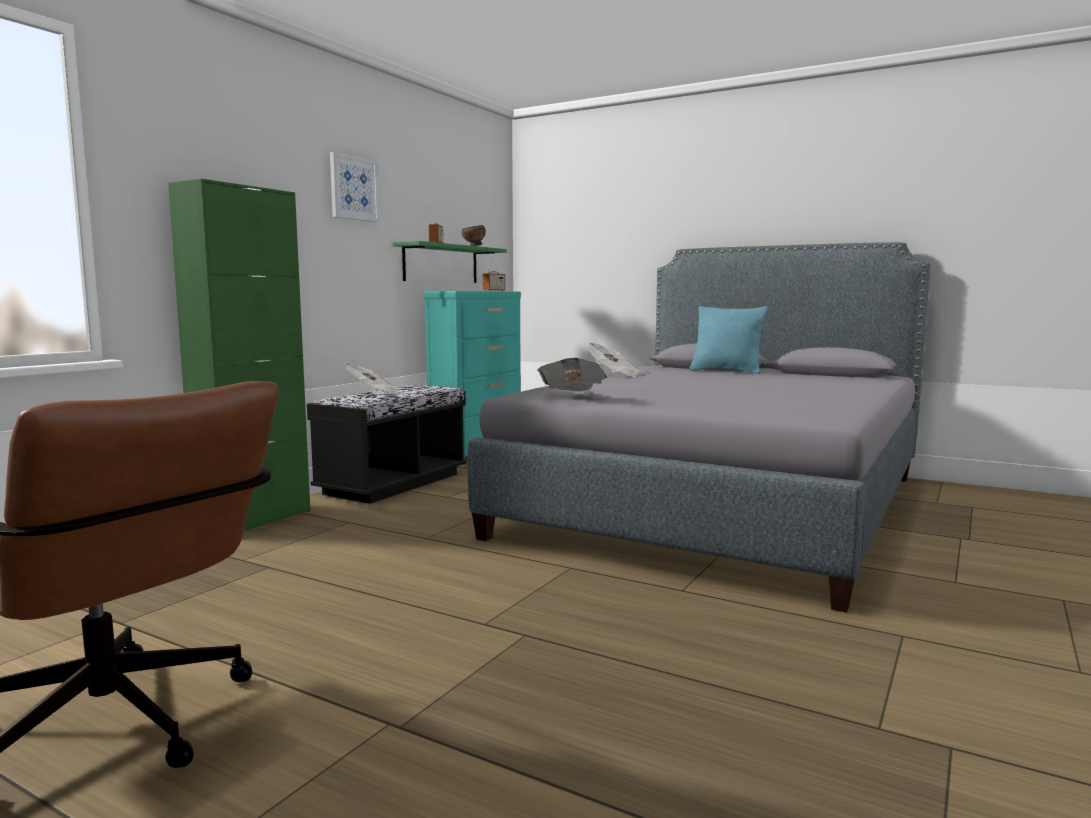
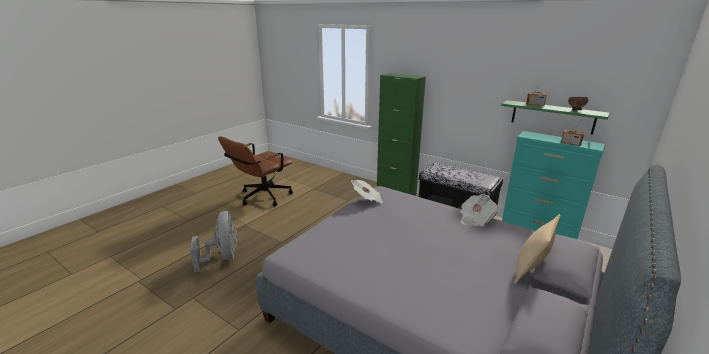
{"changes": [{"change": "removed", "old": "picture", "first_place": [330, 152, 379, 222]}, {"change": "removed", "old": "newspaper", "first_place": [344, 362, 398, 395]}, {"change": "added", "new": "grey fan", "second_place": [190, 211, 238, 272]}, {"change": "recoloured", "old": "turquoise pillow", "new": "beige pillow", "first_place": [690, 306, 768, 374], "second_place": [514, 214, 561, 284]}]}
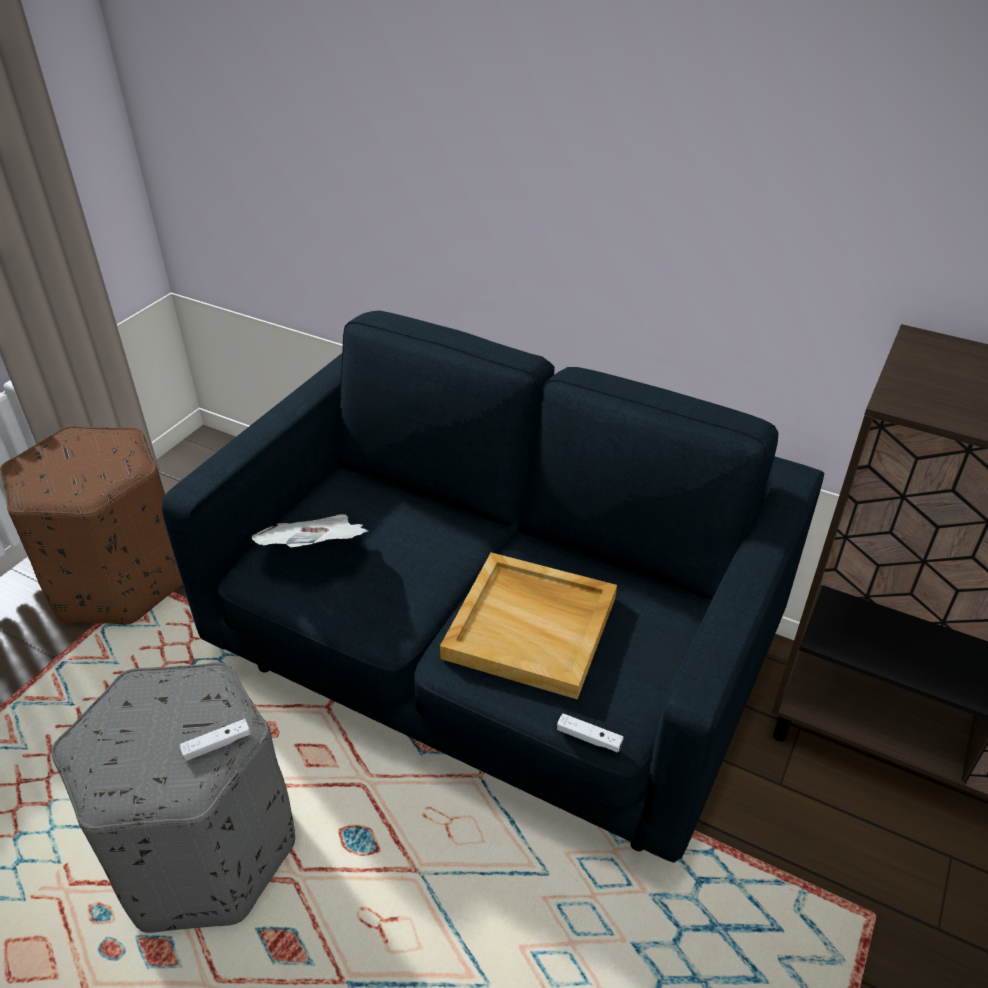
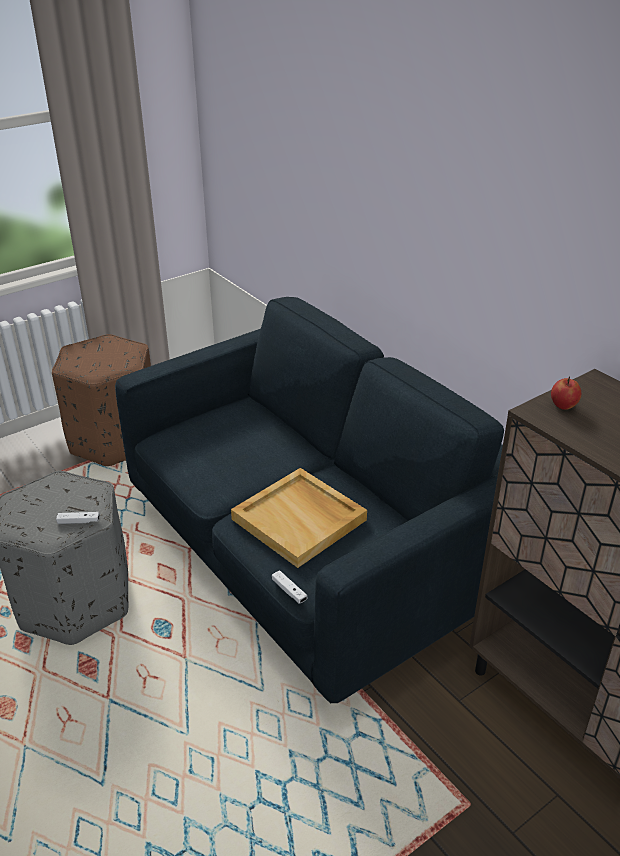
{"changes": [{"change": "removed", "old": "newspaper", "first_place": [251, 514, 369, 547]}, {"change": "added", "new": "apple", "second_place": [551, 376, 581, 410]}]}
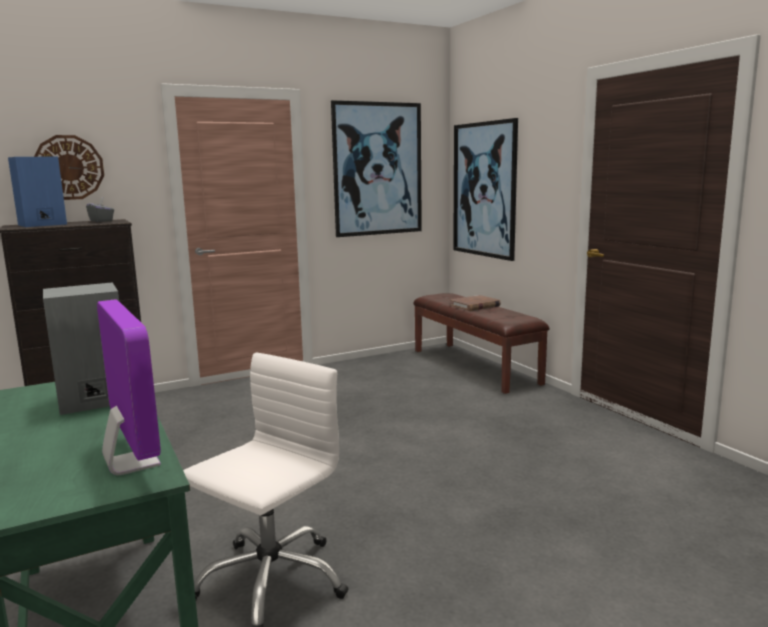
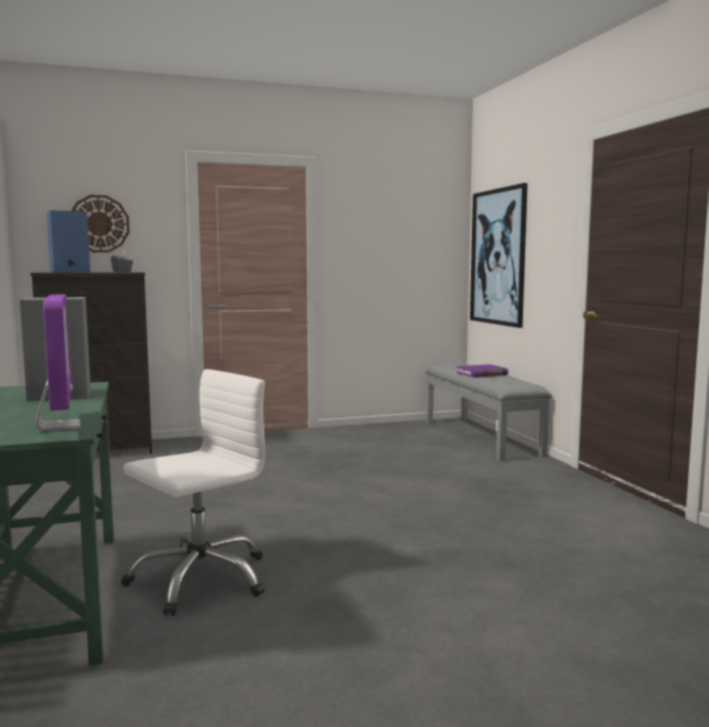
{"changes": [{"change": "removed", "old": "picture", "first_place": [331, 100, 422, 237]}, {"change": "recoloured", "old": "brown bench", "new": "grey bench", "first_place": [413, 293, 549, 394], "second_place": [426, 364, 551, 461]}, {"change": "recoloured", "old": "brown book", "new": "purple book", "first_place": [450, 295, 501, 311], "second_place": [457, 364, 509, 377]}]}
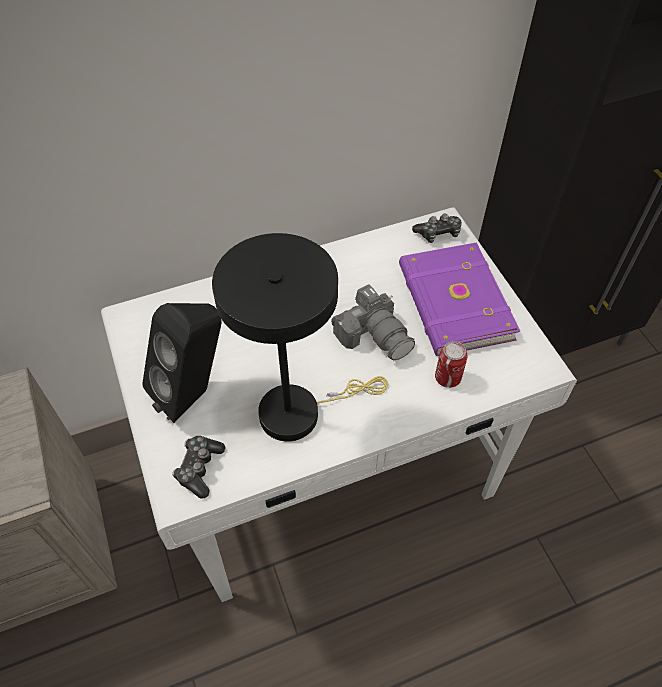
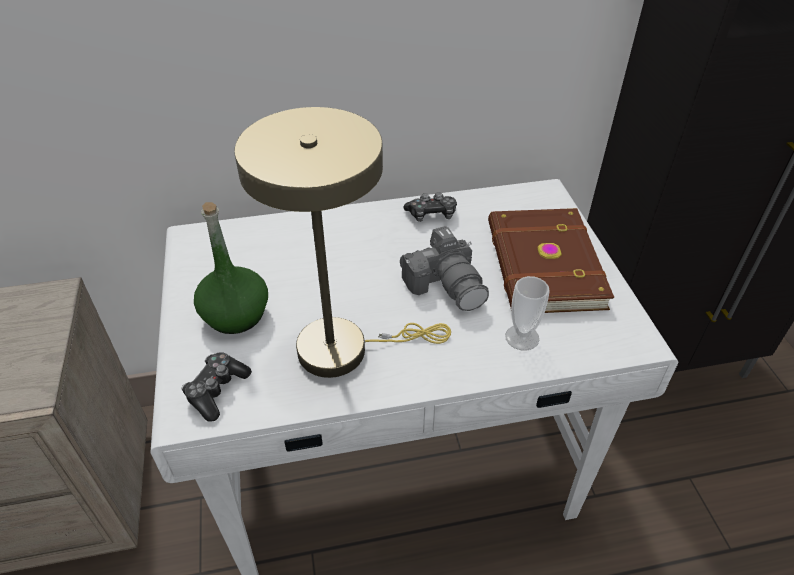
{"changes": [{"change": "moved", "old": "game controller", "first_place": [412, 214, 462, 243], "second_place": [404, 192, 457, 222]}, {"change": "replaced", "old": "black speaker", "new": "green bottle", "first_place": [142, 303, 222, 423], "second_place": [194, 202, 268, 334]}, {"change": "replaced", "old": "can", "new": "cup", "first_place": [435, 341, 468, 388], "second_place": [505, 276, 550, 351]}, {"change": "recoloured", "old": "black table lamp", "new": "beige table lamp", "first_place": [212, 233, 388, 442], "second_place": [234, 107, 451, 378]}, {"change": "recoloured", "old": "purple book", "new": "brown book", "first_place": [399, 242, 520, 356], "second_place": [488, 208, 614, 313]}]}
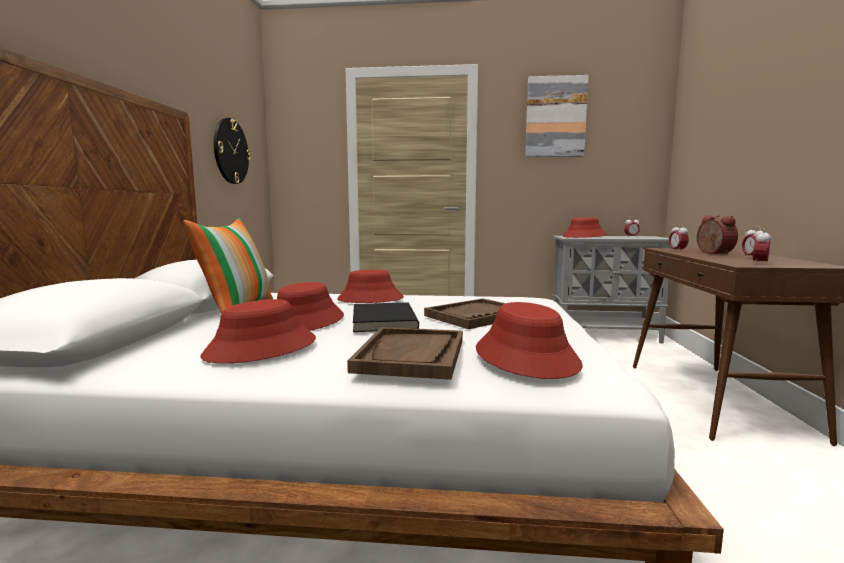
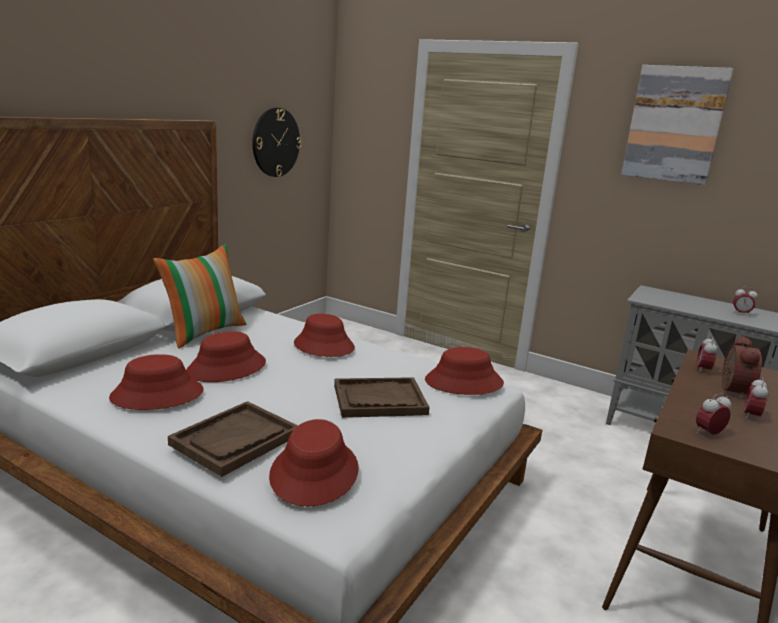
{"changes": [{"change": "removed", "old": "black book", "first_place": [353, 302, 419, 332]}, {"change": "moved", "old": "red hat", "first_place": [562, 217, 607, 238], "second_place": [425, 347, 504, 395]}]}
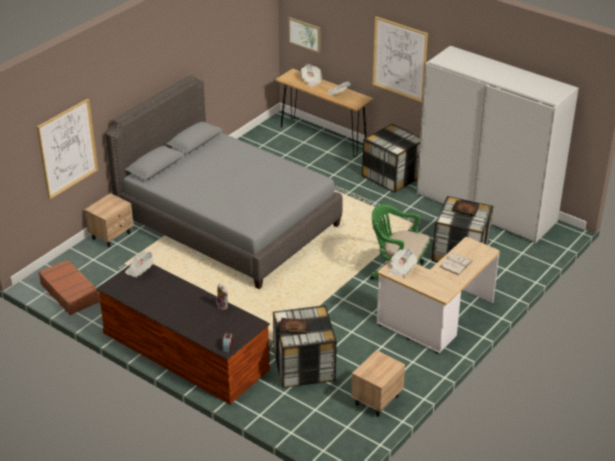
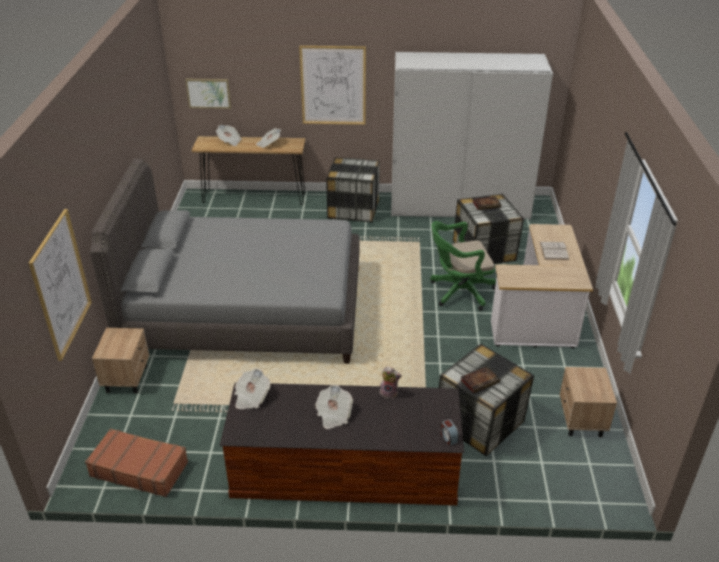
{"changes": [{"change": "moved", "old": "newspaper", "first_place": [389, 249, 417, 277], "second_place": [315, 385, 353, 429]}]}
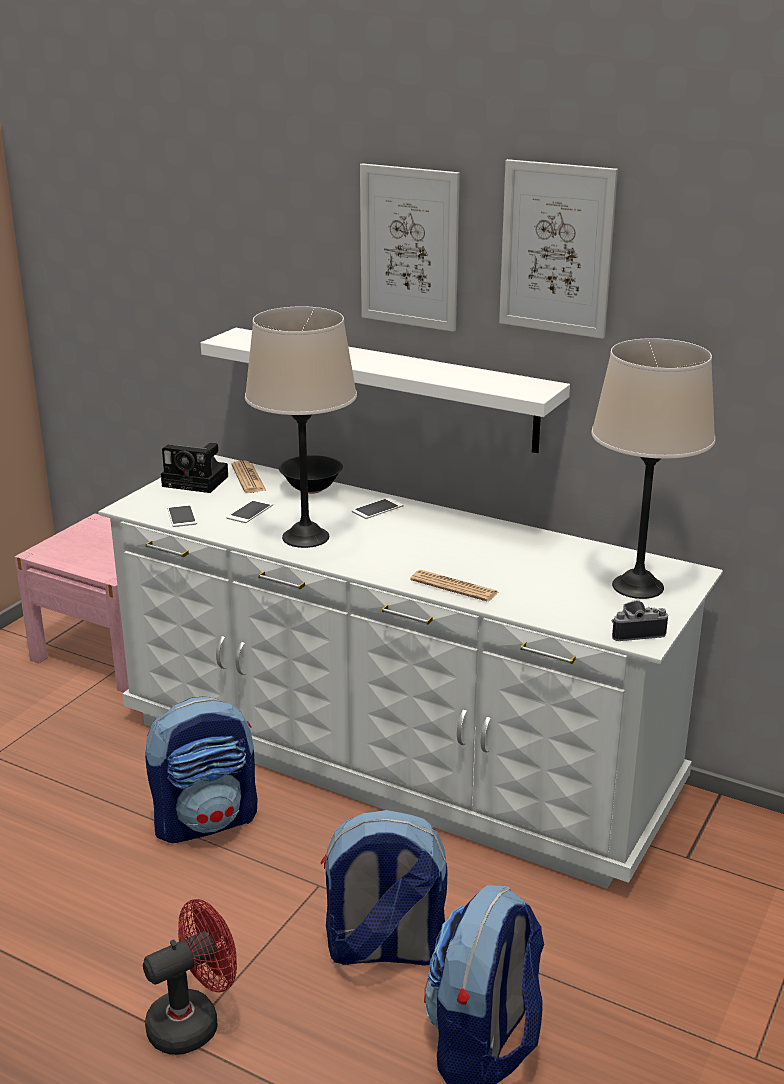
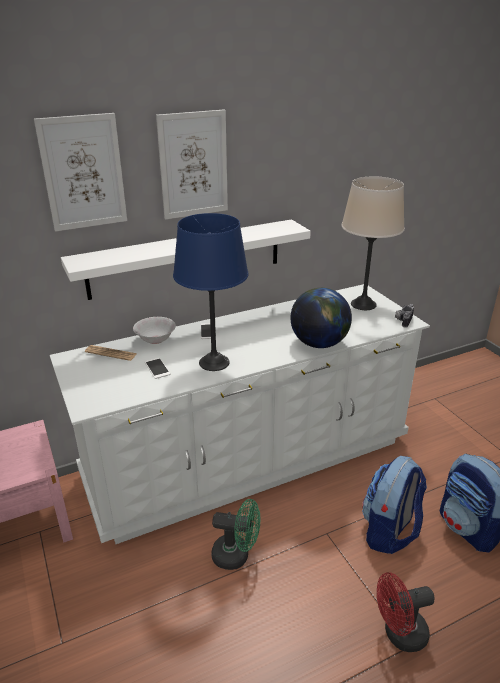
{"changes": [{"change": "removed", "old": "photo camera", "first_place": [161, 443, 228, 493]}, {"change": "removed", "old": "phone", "first_place": [167, 503, 197, 527]}, {"change": "moved", "old": "picture", "first_place": [499, 159, 618, 339], "second_place": [34, 113, 127, 232]}, {"change": "replaced", "old": "backpack", "new": "green fan", "first_place": [145, 696, 258, 843], "second_place": [212, 499, 260, 570]}, {"change": "replaced", "old": "newspaper", "new": "globe", "first_place": [410, 570, 498, 602], "second_place": [290, 288, 352, 348]}, {"change": "recoloured", "old": "beige table lamp", "new": "blue table lamp", "first_place": [245, 306, 357, 548], "second_place": [173, 213, 248, 371]}, {"change": "recoloured", "old": "black bowl", "new": "white bowl", "first_place": [279, 455, 343, 494], "second_place": [133, 317, 176, 344]}, {"change": "turned", "old": "red fan", "first_place": [143, 899, 237, 1055], "second_place": [377, 572, 435, 652], "degrees": -105}]}
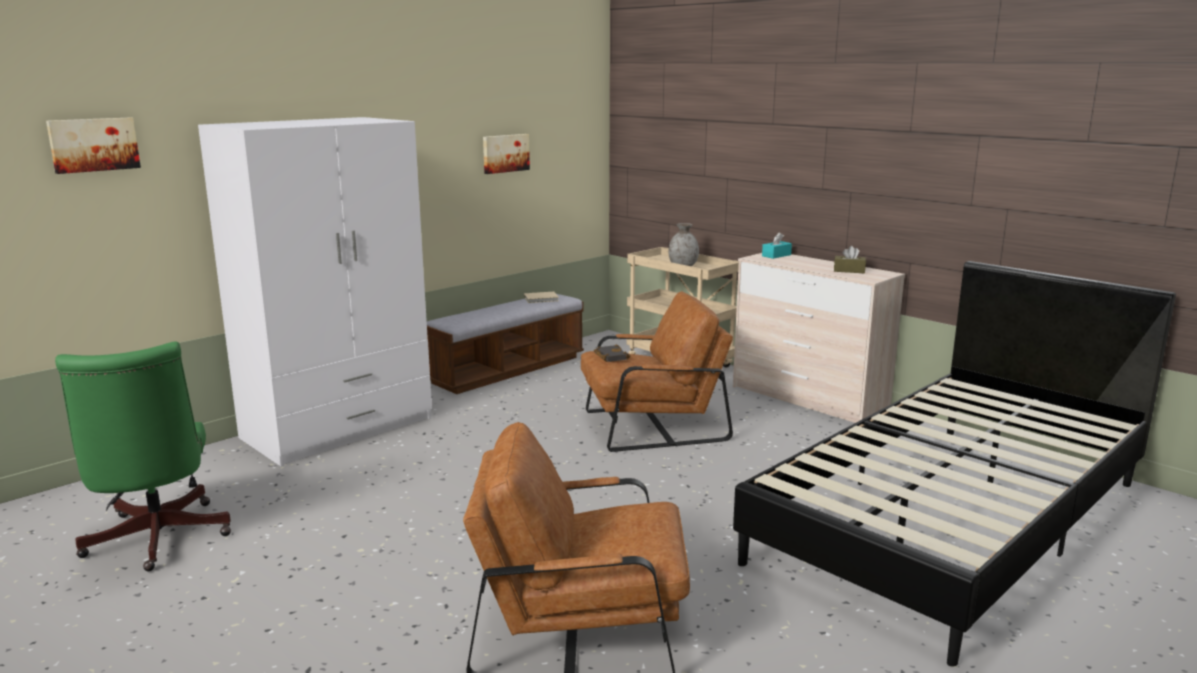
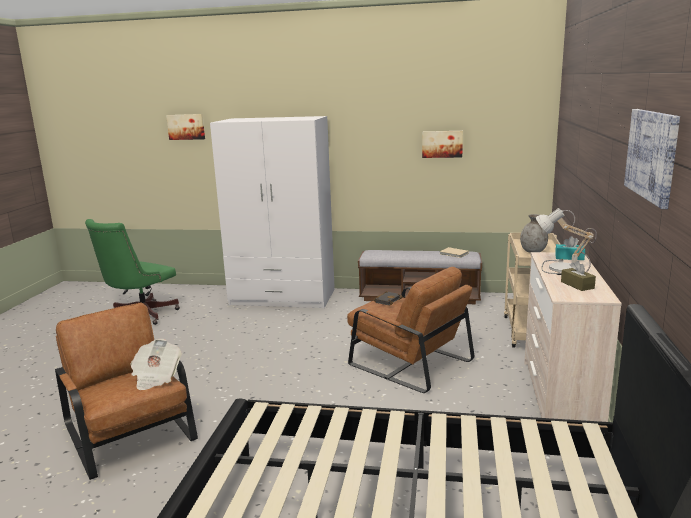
{"changes": [{"change": "added", "new": "newspaper", "second_place": [130, 339, 182, 390]}, {"change": "added", "new": "table lamp", "second_place": [536, 208, 597, 275]}, {"change": "added", "new": "picture", "second_place": [624, 109, 680, 209]}]}
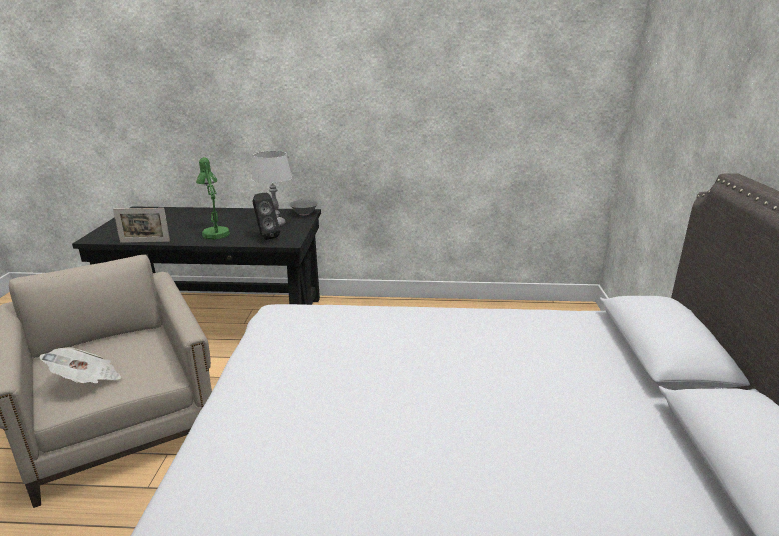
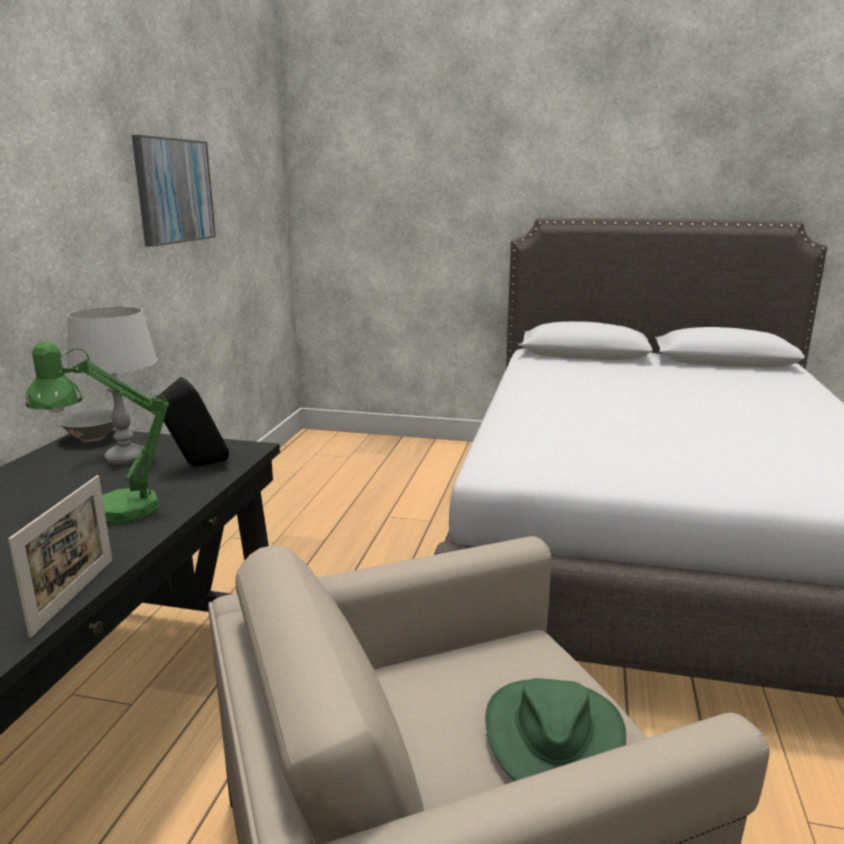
{"changes": [{"change": "added", "new": "picture", "second_place": [132, 135, 216, 247]}, {"change": "replaced", "old": "newspaper", "new": "green hat", "first_place": [39, 347, 122, 383], "second_place": [485, 678, 626, 781]}]}
